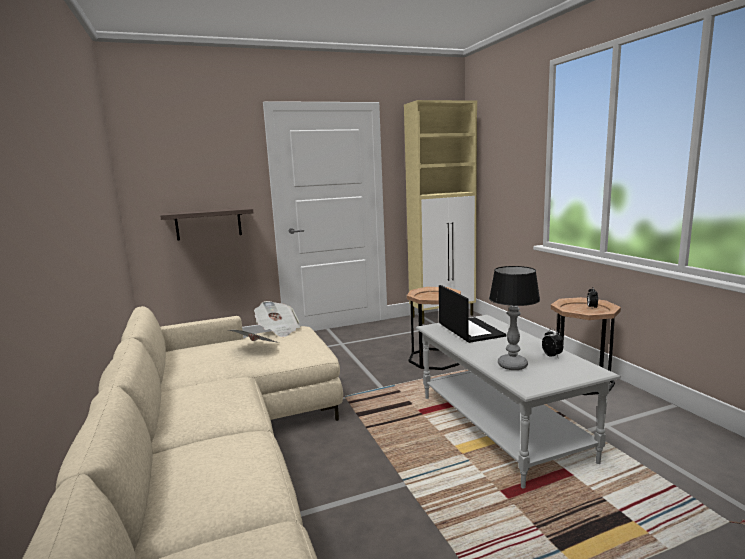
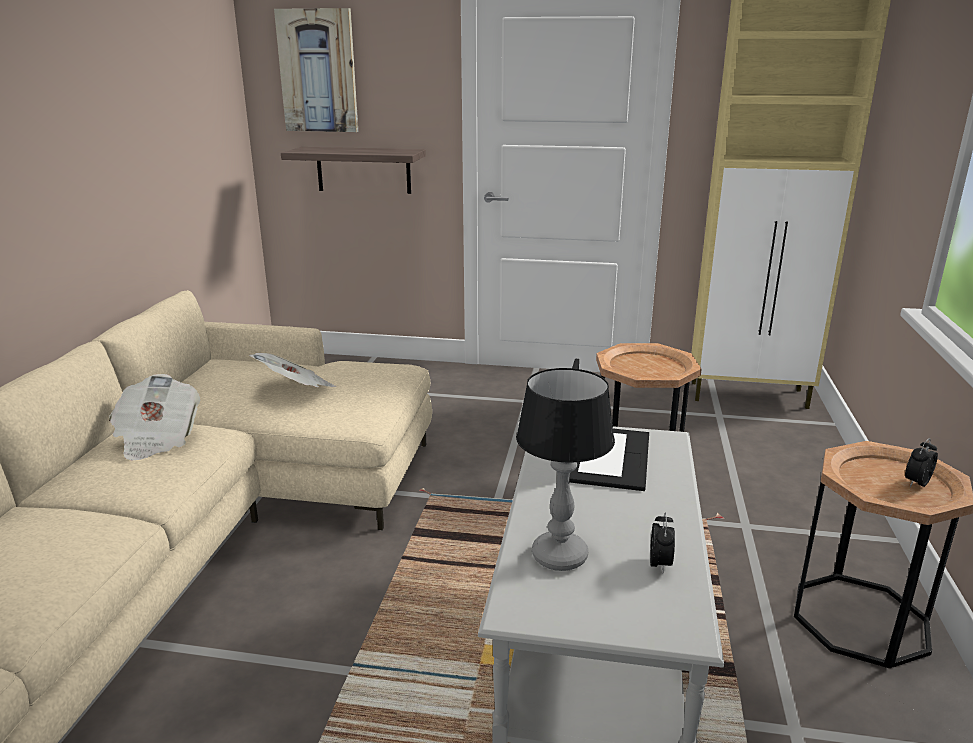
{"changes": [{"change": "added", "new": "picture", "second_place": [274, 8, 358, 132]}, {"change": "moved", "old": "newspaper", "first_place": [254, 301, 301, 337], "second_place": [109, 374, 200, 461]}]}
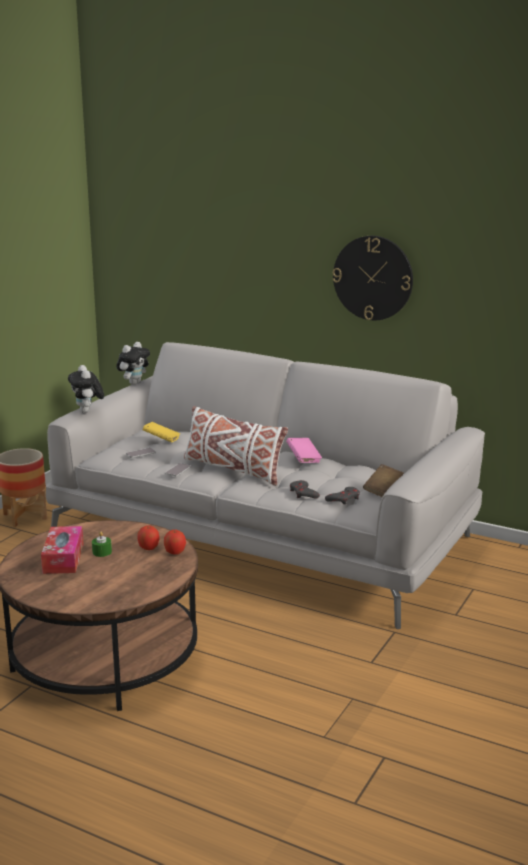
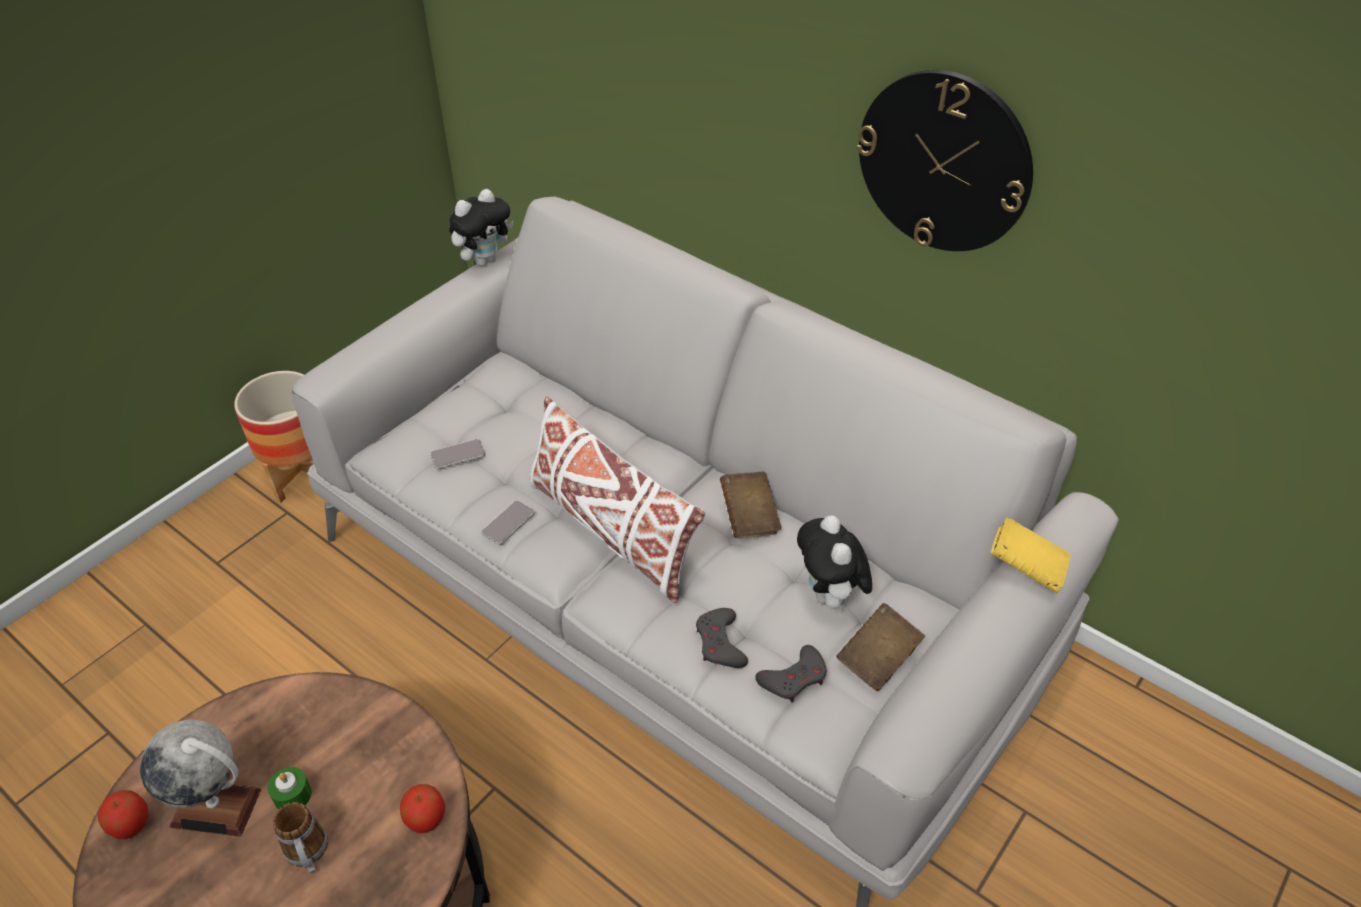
{"changes": [{"change": "added", "new": "mug", "second_place": [273, 802, 328, 873]}, {"change": "moved", "old": "plush toy", "first_place": [68, 365, 104, 413], "second_place": [797, 516, 872, 614]}, {"change": "moved", "old": "apple", "first_place": [137, 525, 160, 550], "second_place": [98, 790, 148, 839]}, {"change": "moved", "old": "yellow book", "first_place": [143, 422, 180, 442], "second_place": [991, 518, 1071, 593]}, {"change": "replaced", "old": "tissue box", "new": "globe", "first_place": [41, 526, 84, 574], "second_place": [140, 720, 261, 837]}, {"change": "recoloured", "old": "pink book", "new": "brown book", "first_place": [286, 438, 322, 463], "second_place": [720, 472, 781, 538]}]}
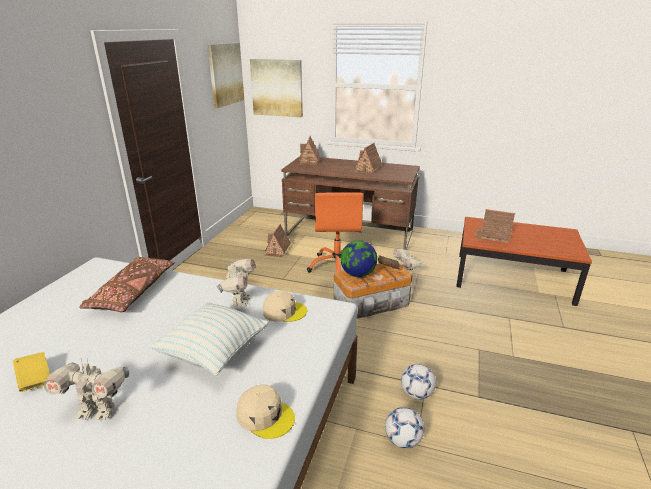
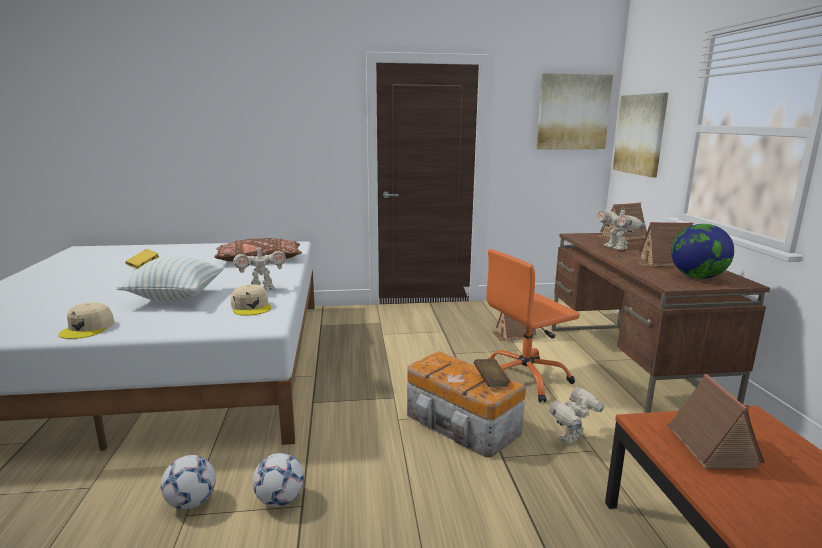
{"changes": [{"change": "moved", "old": "toy robot", "first_place": [44, 360, 129, 420], "second_place": [597, 206, 645, 250]}, {"change": "moved", "old": "globe", "first_place": [340, 240, 377, 277], "second_place": [671, 224, 734, 279]}]}
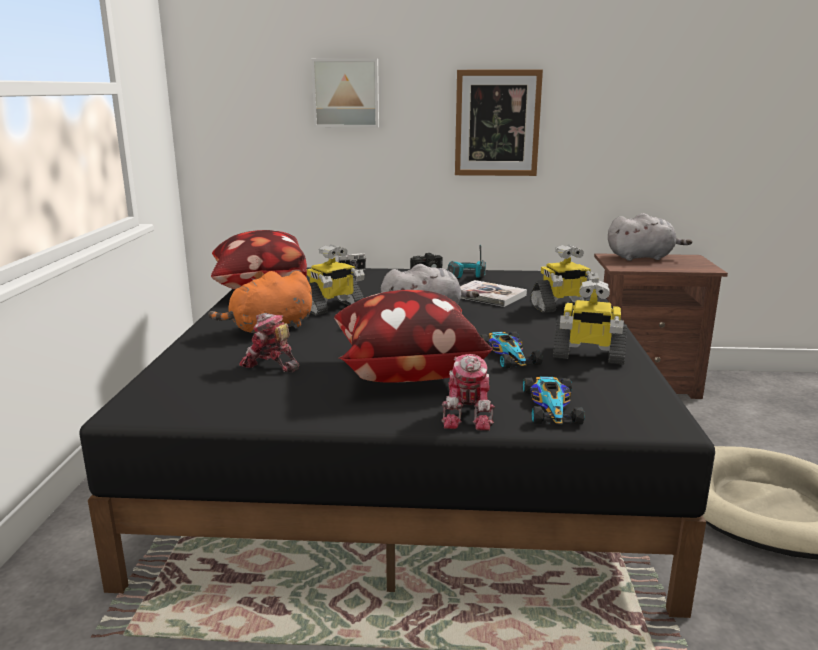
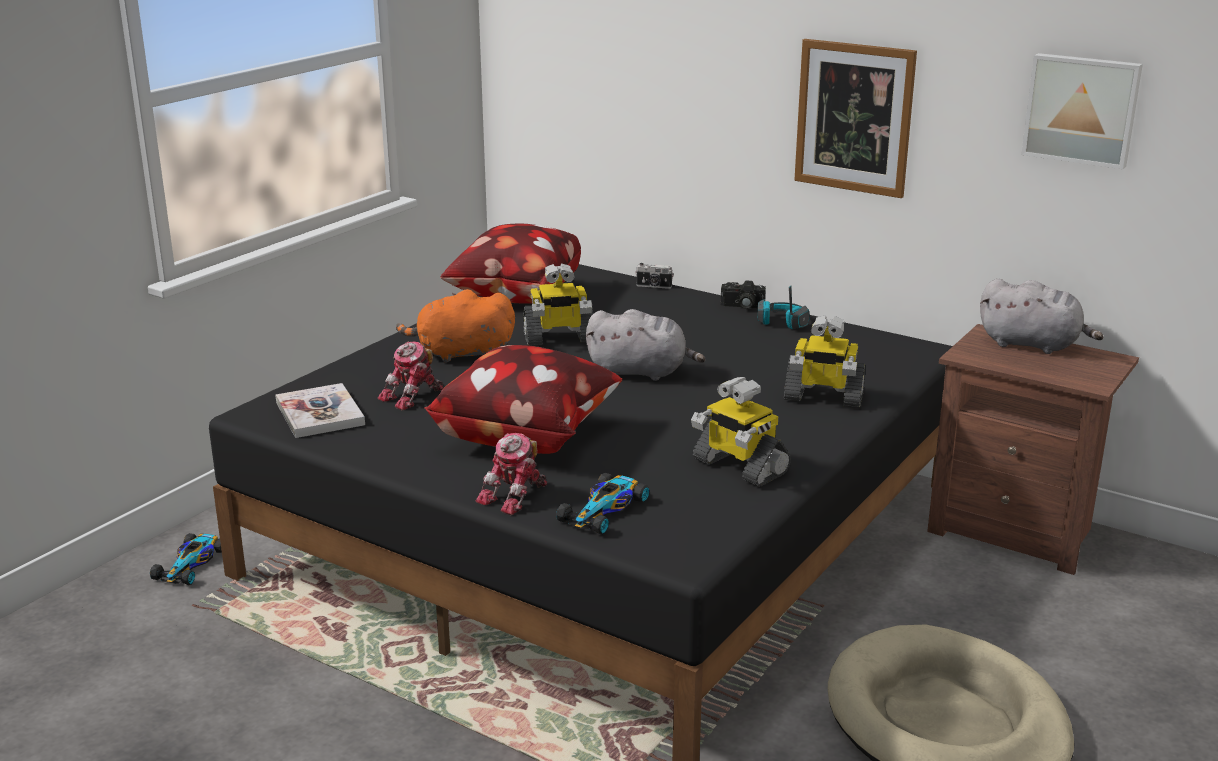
{"changes": [{"change": "moved", "old": "picture", "first_place": [311, 59, 379, 128], "second_place": [1021, 53, 1143, 169]}, {"change": "moved", "old": "book", "first_place": [460, 280, 527, 307], "second_place": [275, 383, 365, 438]}, {"change": "moved", "old": "toy car", "first_place": [480, 331, 543, 369], "second_place": [150, 533, 222, 585]}, {"change": "turned", "old": "toy robot", "first_place": [239, 313, 299, 373], "second_place": [378, 342, 443, 411], "degrees": -105}]}
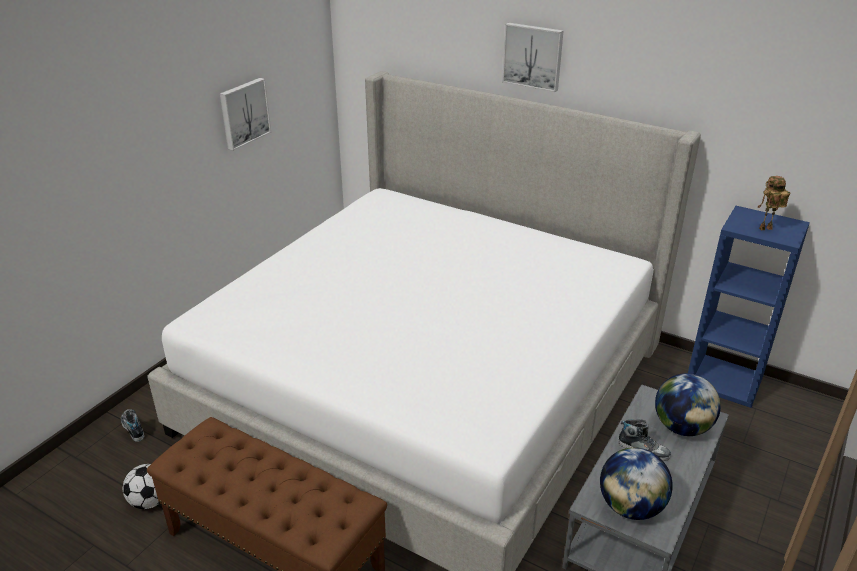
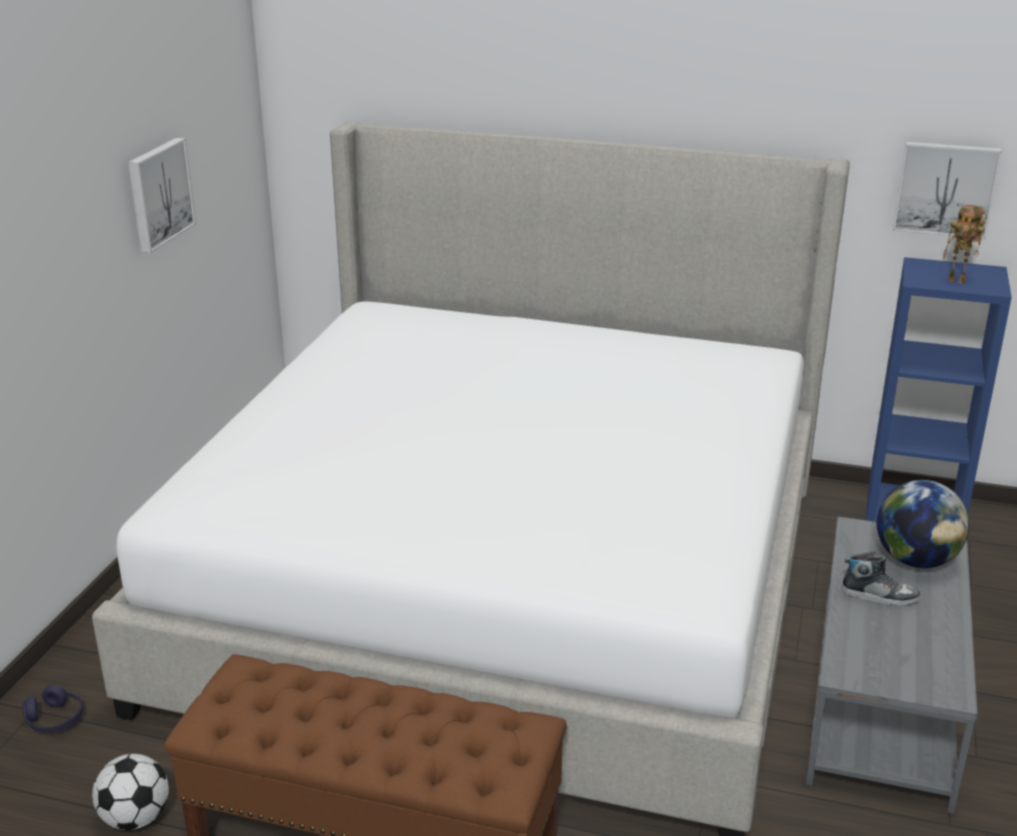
{"changes": [{"change": "removed", "old": "globe", "first_place": [600, 447, 673, 520]}, {"change": "moved", "old": "picture", "first_place": [502, 23, 564, 92], "second_place": [893, 141, 1002, 239]}, {"change": "replaced", "old": "shoe", "new": "purple headphones", "first_place": [121, 409, 144, 442], "second_place": [22, 685, 83, 732]}, {"change": "turned", "old": "toy robot", "first_place": [758, 176, 790, 230], "second_place": [943, 205, 987, 284], "degrees": -120}]}
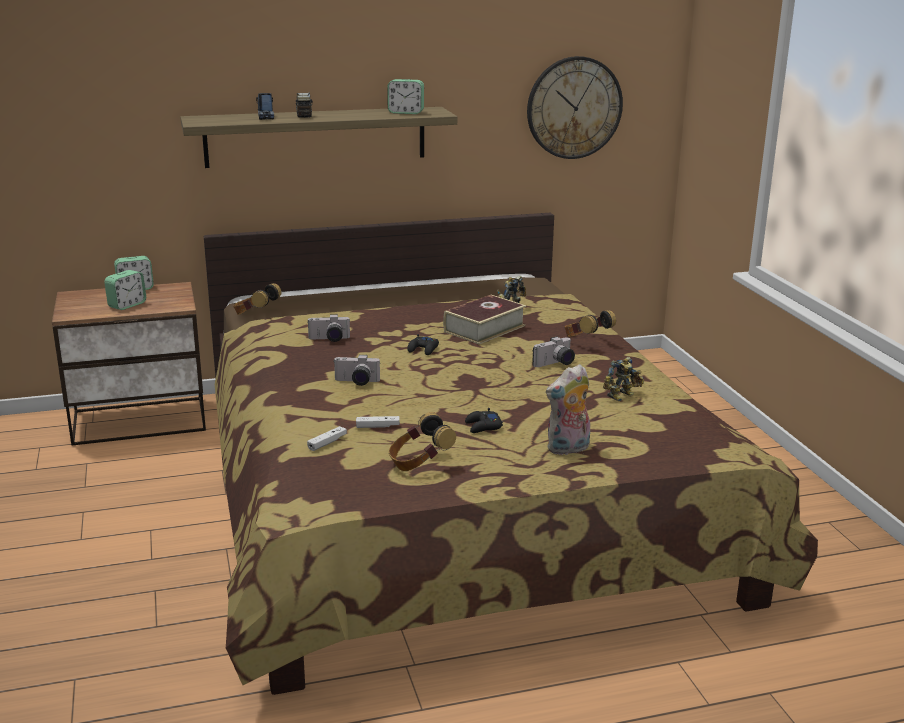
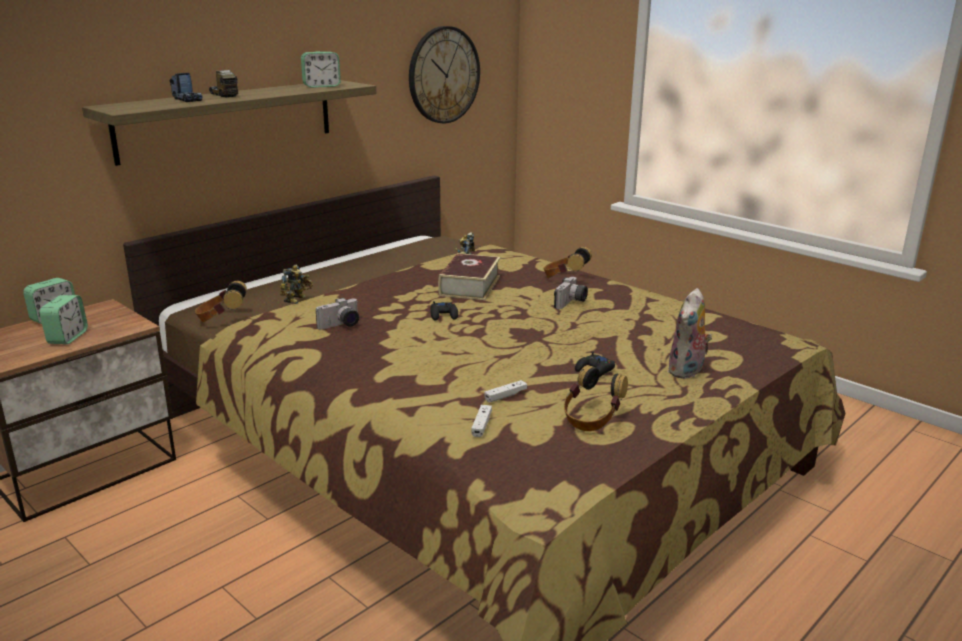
{"changes": [{"change": "removed", "old": "photo camera", "first_place": [333, 355, 380, 386]}, {"change": "moved", "old": "toy robot", "first_place": [603, 357, 644, 401], "second_place": [280, 265, 313, 304]}]}
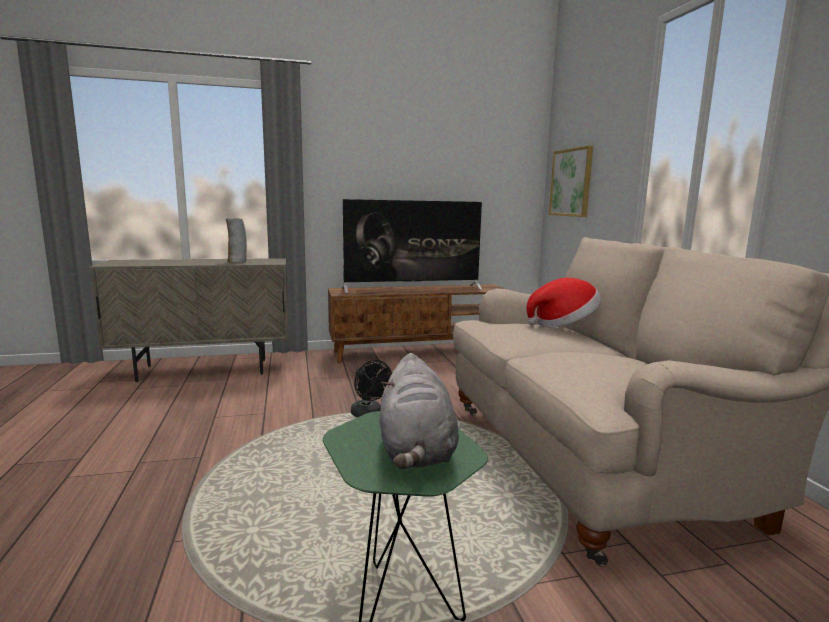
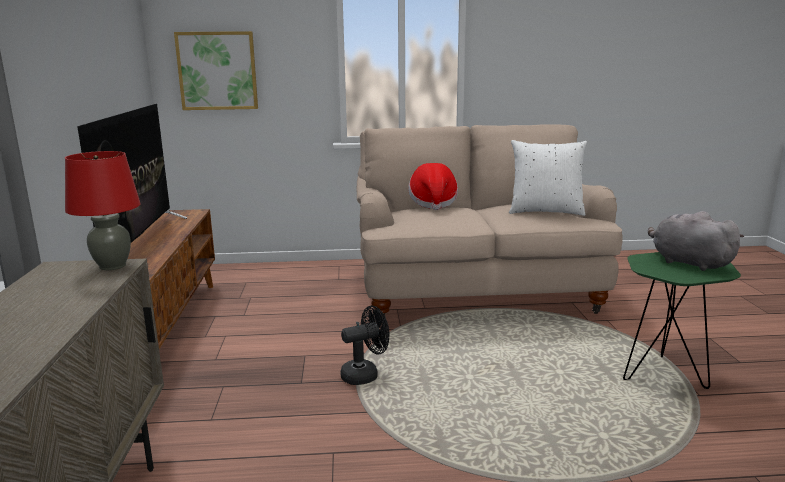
{"changes": [{"change": "removed", "old": "vase", "first_place": [226, 219, 247, 263]}, {"change": "added", "new": "red table lamp", "second_place": [65, 151, 140, 270]}, {"change": "added", "new": "white pillow", "second_place": [509, 140, 587, 216]}, {"change": "turned", "old": "grey plush toy", "first_place": [379, 353, 459, 469], "second_place": [648, 211, 744, 271], "degrees": -135}]}
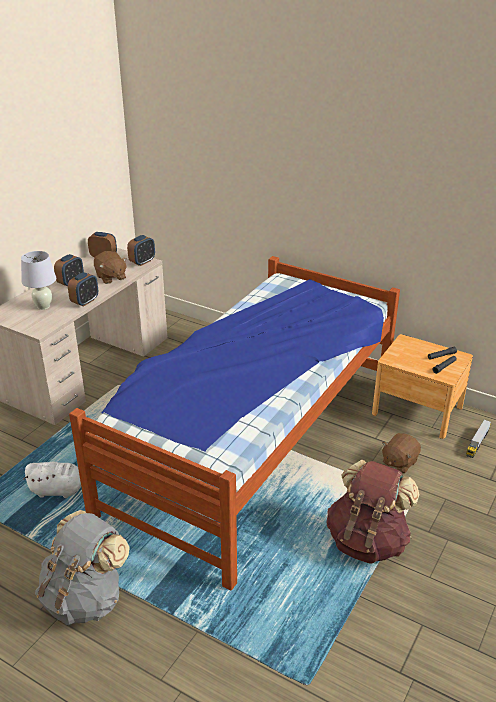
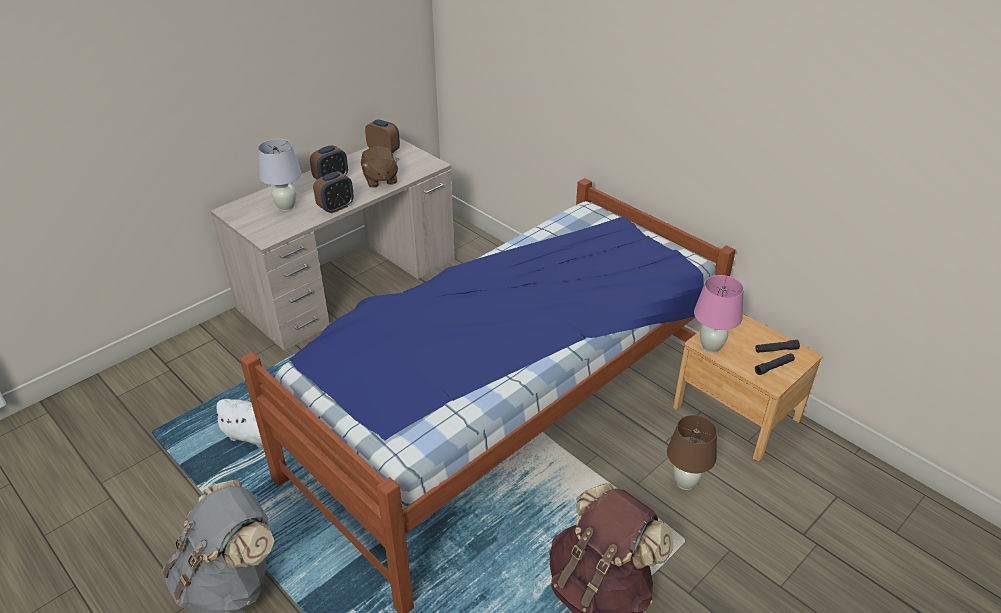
{"changes": [{"change": "removed", "old": "alarm clock", "first_place": [127, 235, 155, 266]}, {"change": "removed", "old": "toy truck", "first_place": [466, 419, 491, 458]}, {"change": "added", "new": "pink table lamp", "second_place": [694, 275, 744, 353]}, {"change": "replaced", "old": "brown plush toy", "new": "brown table lamp", "first_place": [382, 433, 421, 473], "second_place": [667, 415, 717, 490]}]}
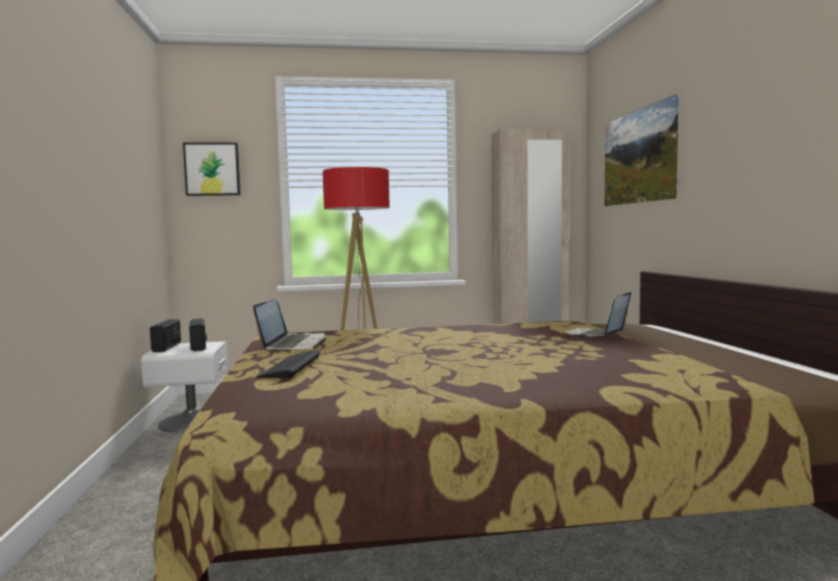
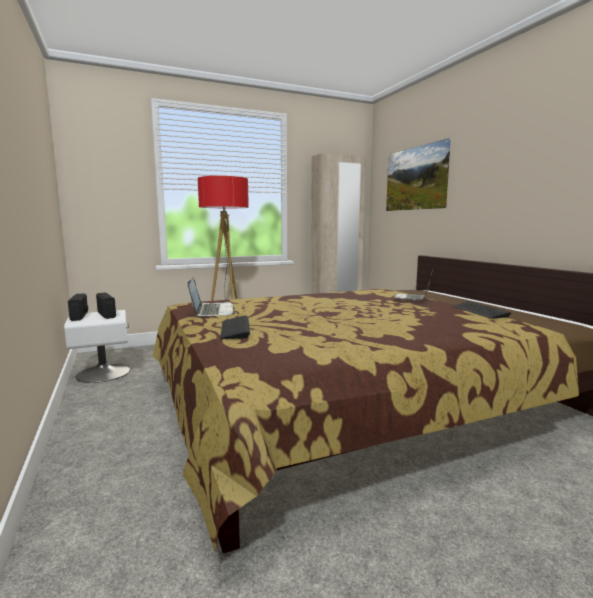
{"changes": [{"change": "removed", "old": "picture", "first_place": [183, 143, 241, 196]}, {"change": "added", "new": "keyboard", "second_place": [453, 301, 511, 319]}]}
